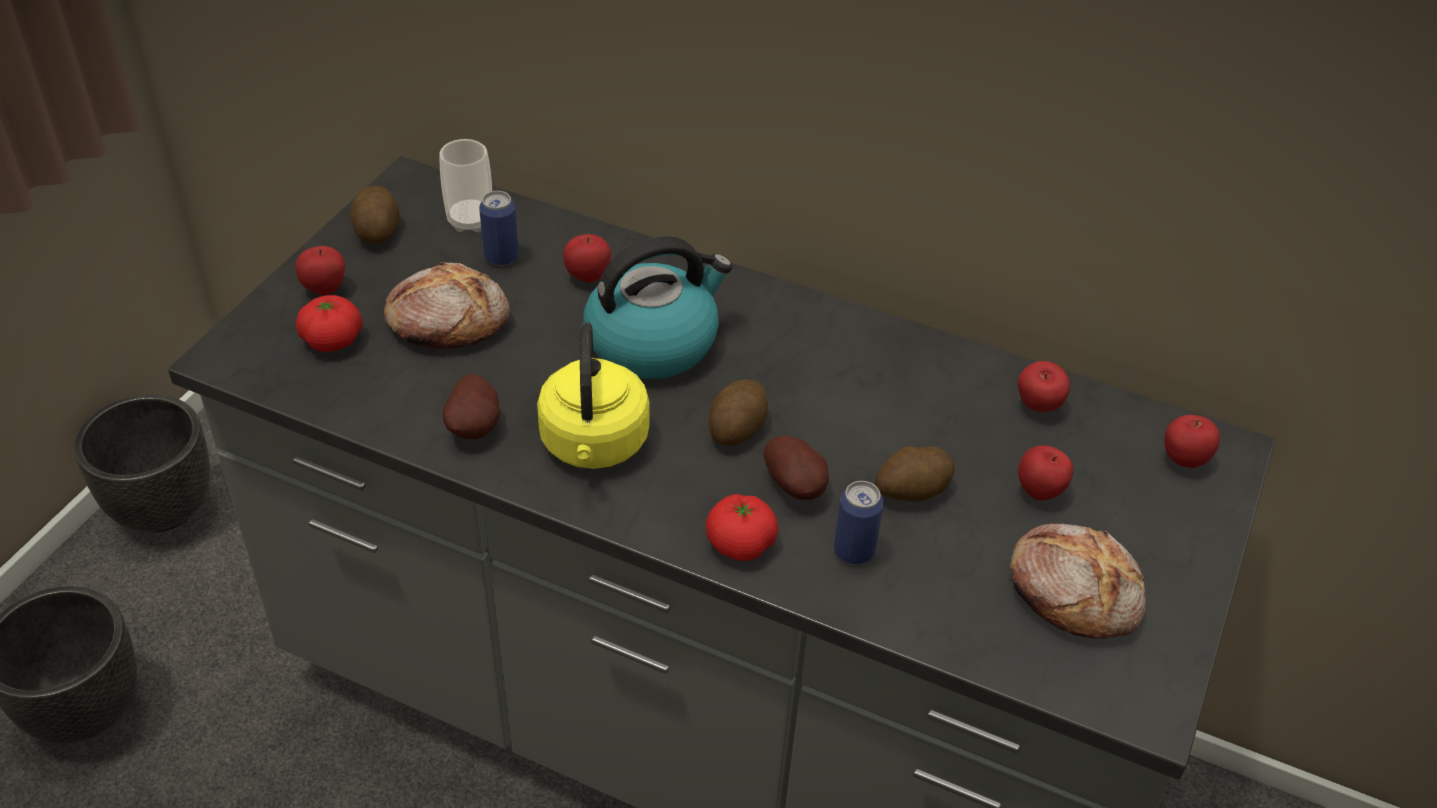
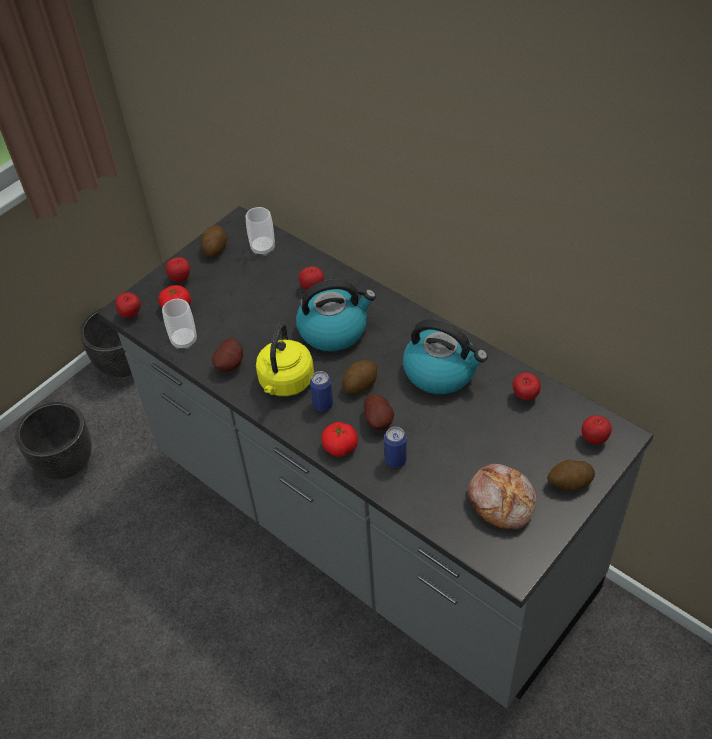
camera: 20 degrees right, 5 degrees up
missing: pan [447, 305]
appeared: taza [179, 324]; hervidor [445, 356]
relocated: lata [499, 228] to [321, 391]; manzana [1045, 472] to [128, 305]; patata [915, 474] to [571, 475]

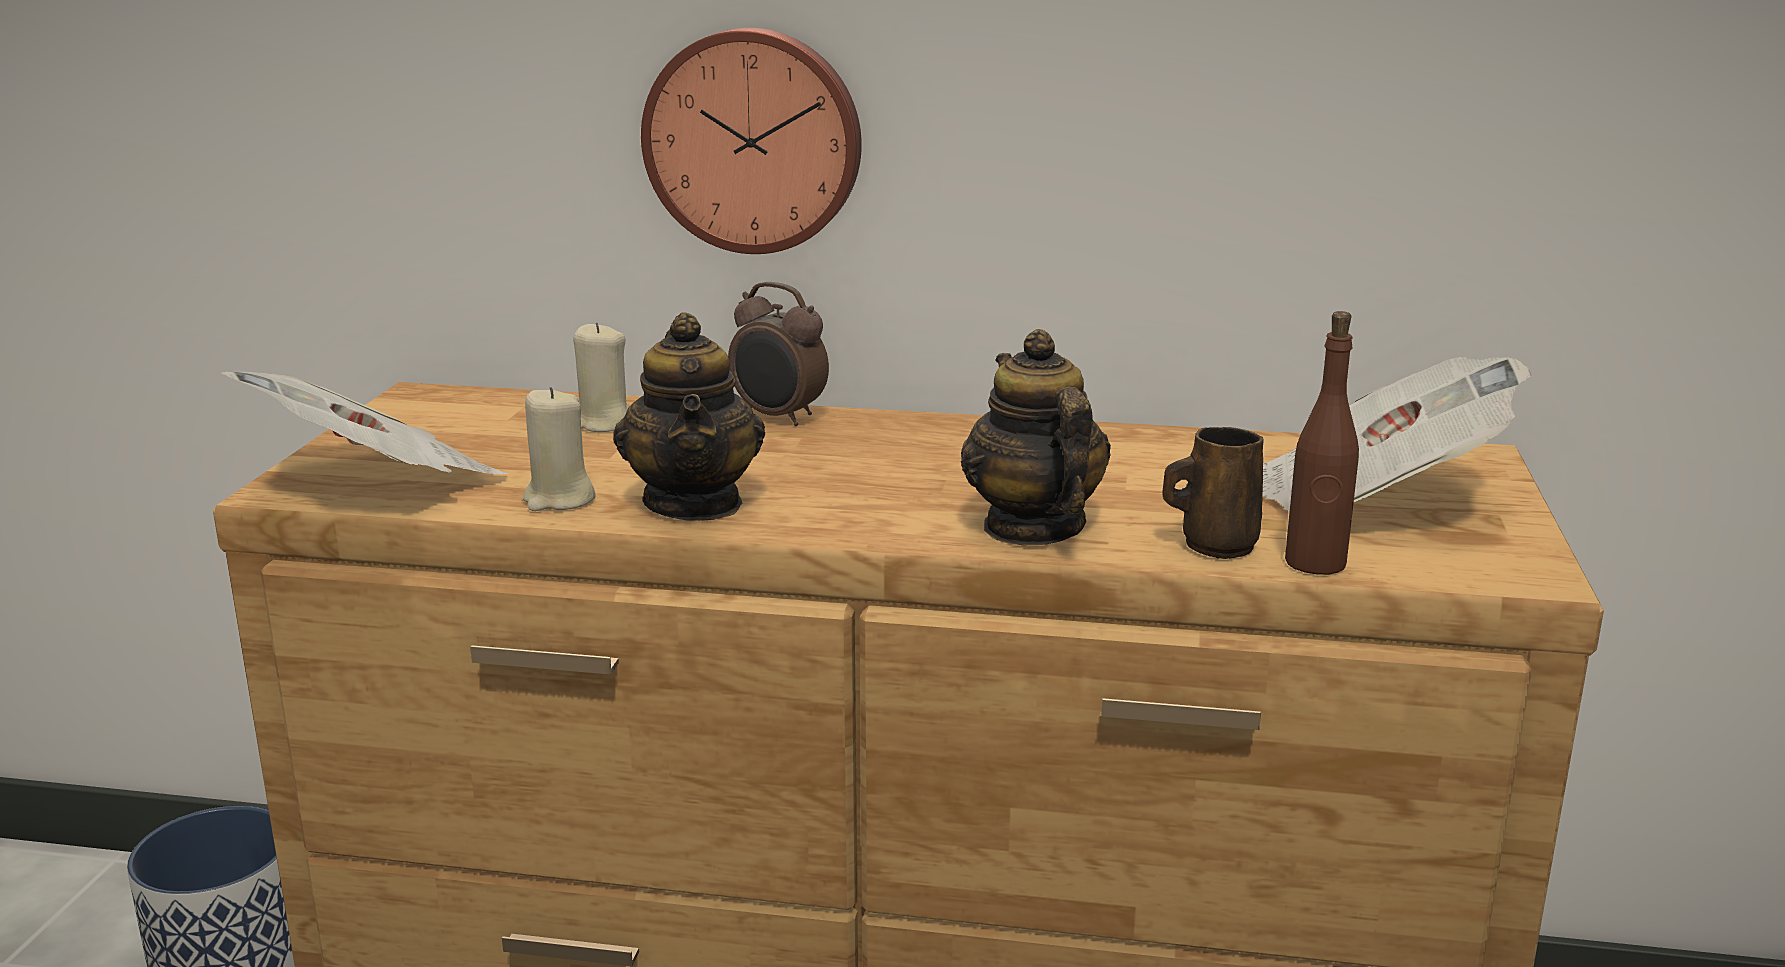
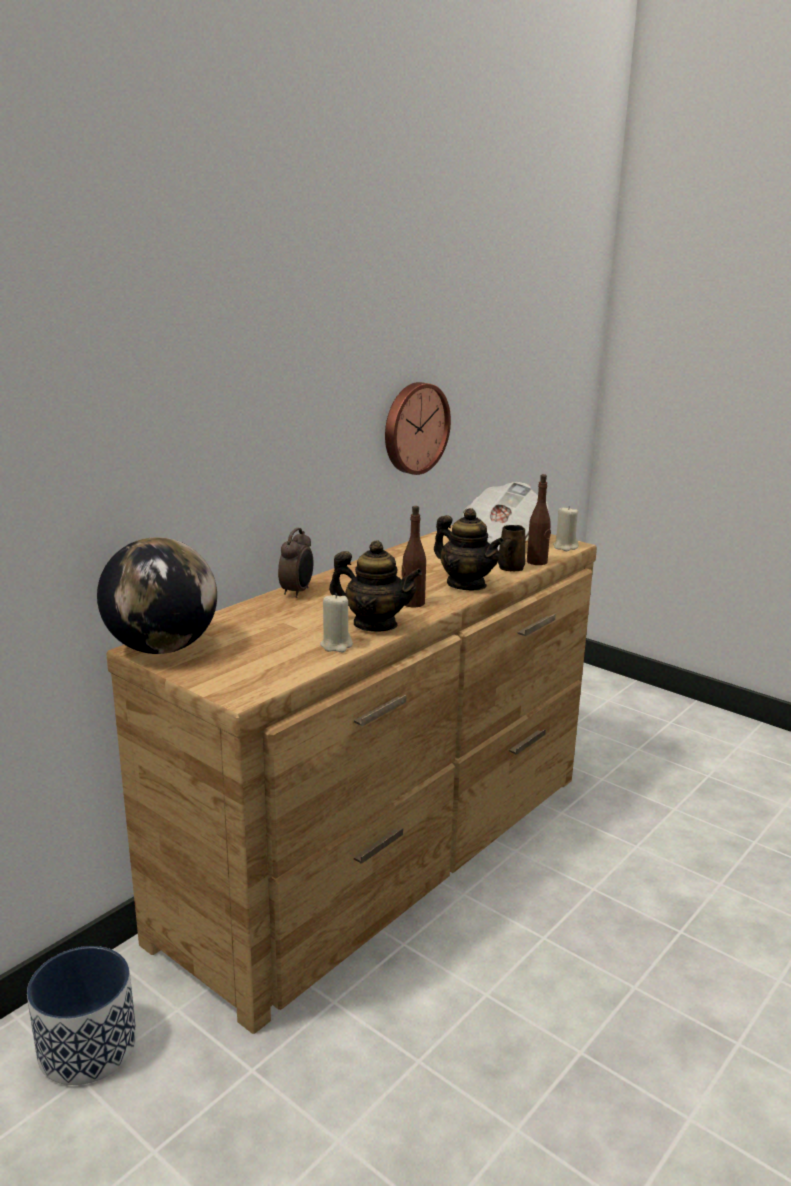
camera: 60 degrees left, 0 degrees up
missing: periódico [363, 423]
appeared: botella [marrón] [413, 556]; globo terráqueo [157, 595]
relocated: reloj de pared [751, 141] to [418, 428]; vela [beis] [601, 377] to [566, 528]
spun: despertador [778, 354] = [295, 563] 45 degrees counterclockwise; tetera [1036, 437] = [469, 549] 150 degrees counterclockwise

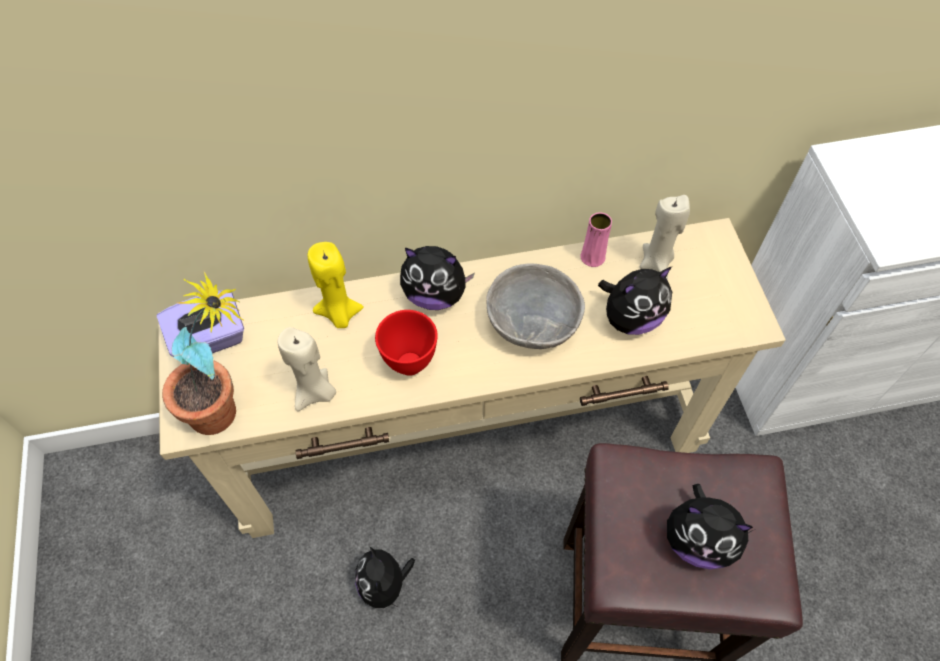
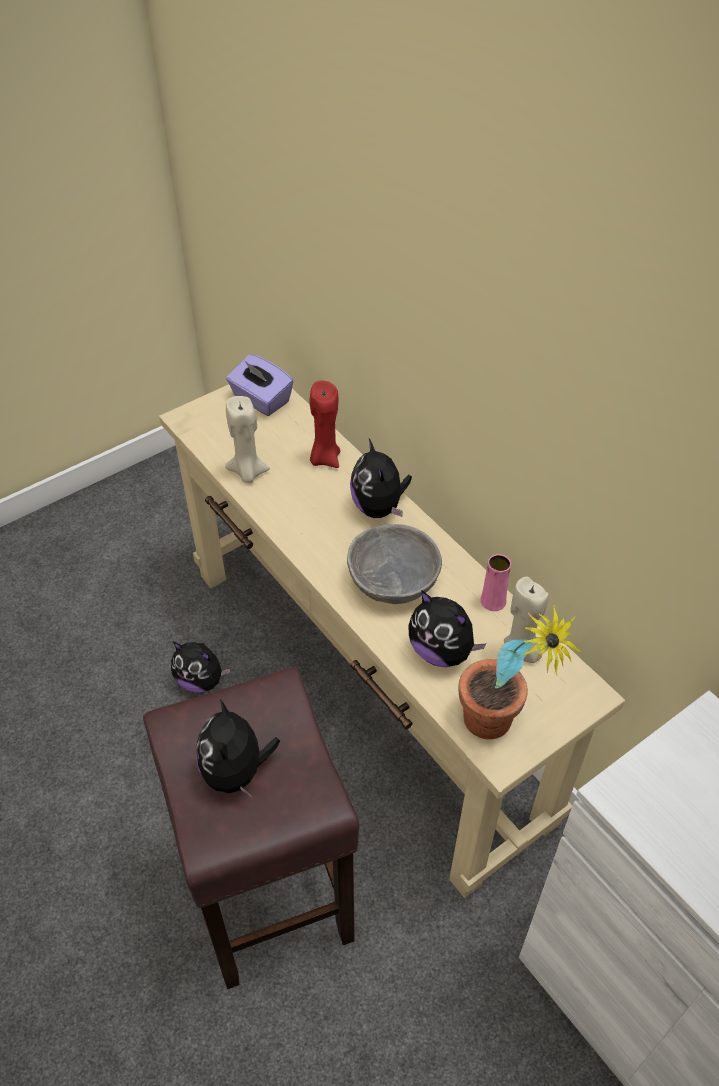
camera: 65 degrees right, 10 degrees down
missing: cuenco [rojo] [406, 343]
relocated: planta en maceta [203, 353] to [520, 672]
colour: vela [amarillo] [336, 285] to vela [rojo] [325, 424]
spun: peluche [385, 577] = [200, 667] 120 degrees counterclockwise

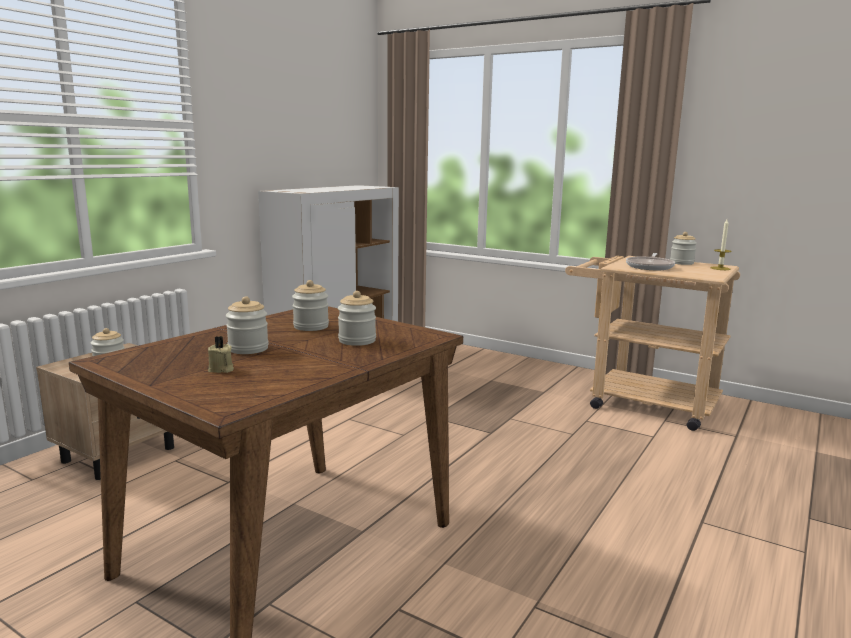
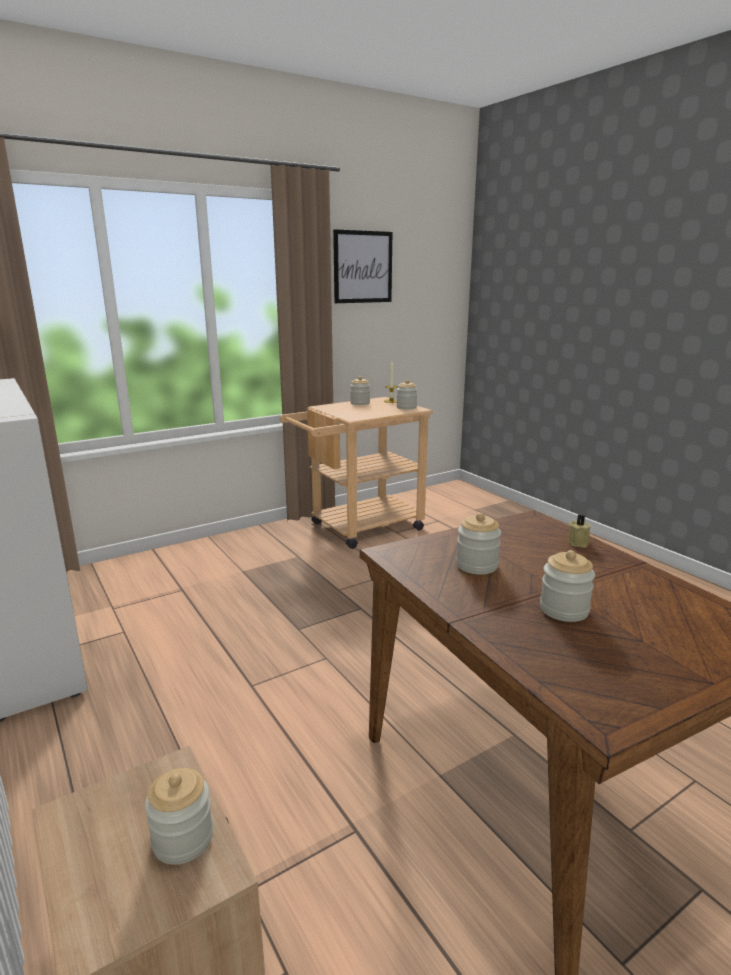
camera: 65 degrees left, 5 degrees up
missing: sartén [650, 261]
appeared: cuadro [362, 266]
relocated: tarro [357, 318] to [407, 395]; vela [beis] [221, 354] to [579, 531]

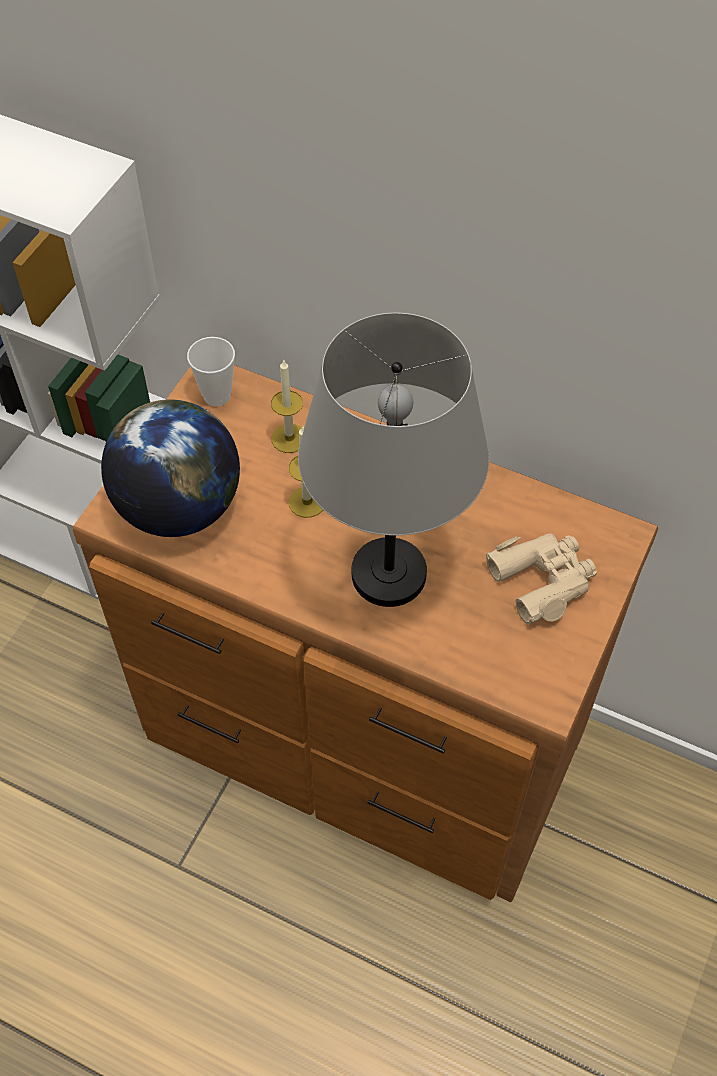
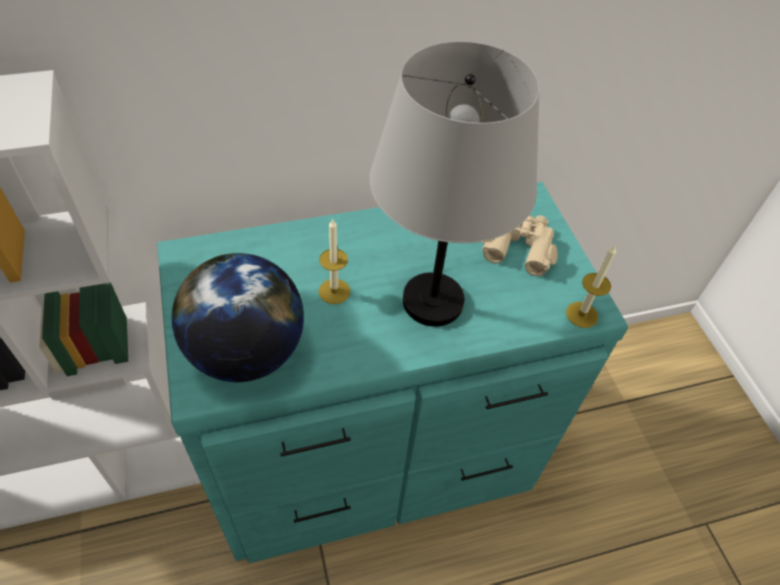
camera: 45 degrees left, 5 degrees down
missing: taza [211, 371]
relocated: vela [287, 406] to [591, 286]
colour: cómoda [marrón] [365, 633] to cómoda [turquesa] [392, 372]

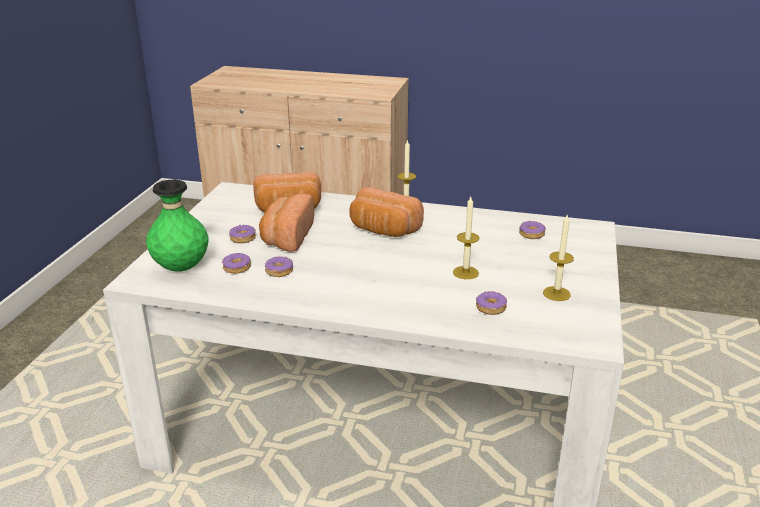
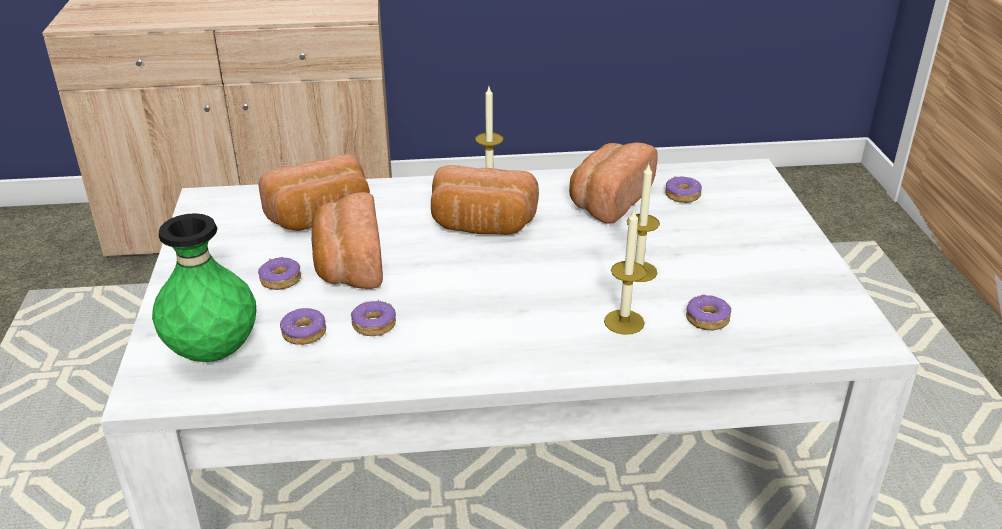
camera: 20 degrees left, 5 degrees up
appeared: pan [613, 182]
relocated: vela [558, 257] to [625, 272]

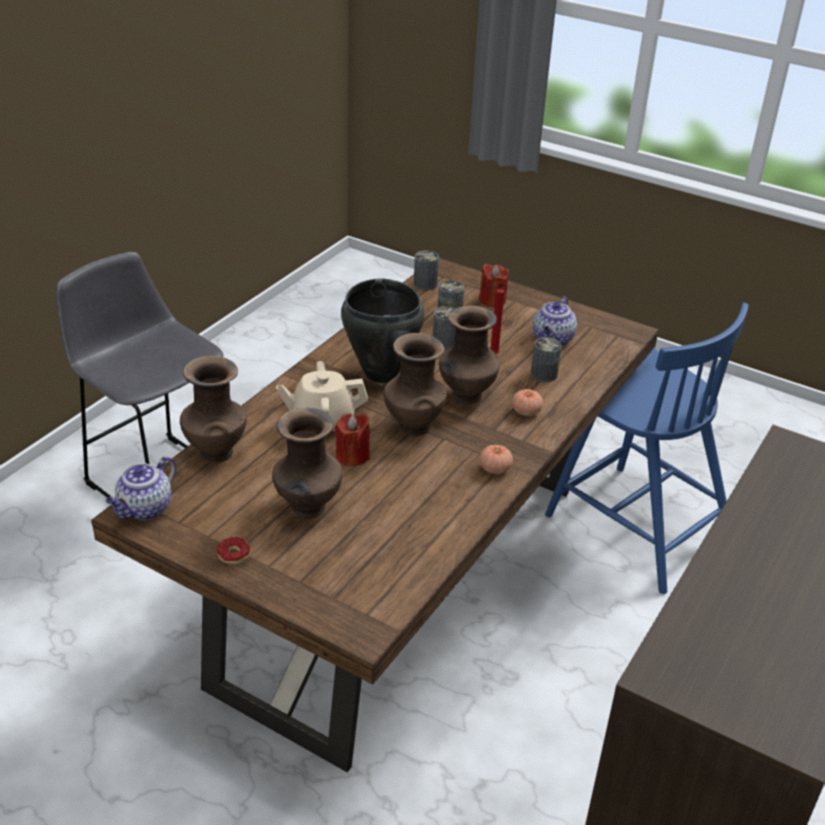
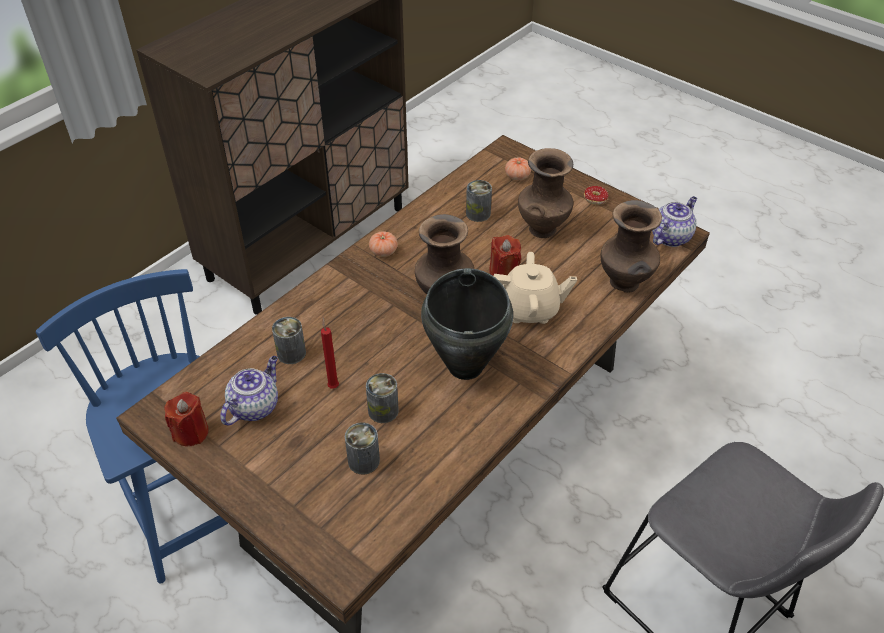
camera: 170 degrees left, 10 degrees up
missing: florero [marrón] [469, 355]
relocated: lata [426, 270] to [479, 201]; vela [rojo] [494, 285] to [186, 419]; tomate [527, 402] to [518, 168]

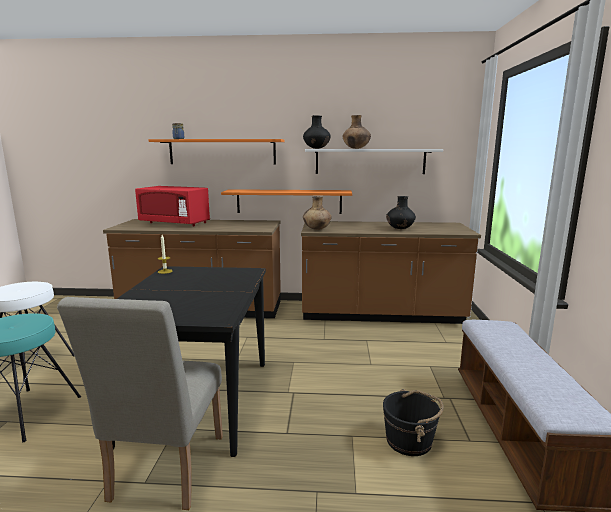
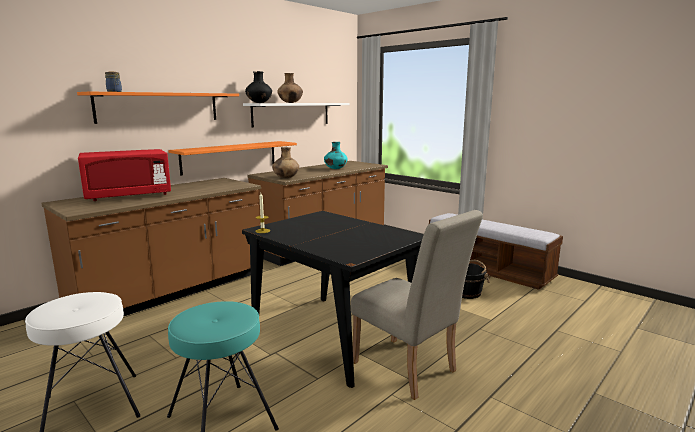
camera: 50 degrees left, 0 degrees up
colour: florero [negro] [401, 212] to florero [turquesa] [336, 155]

